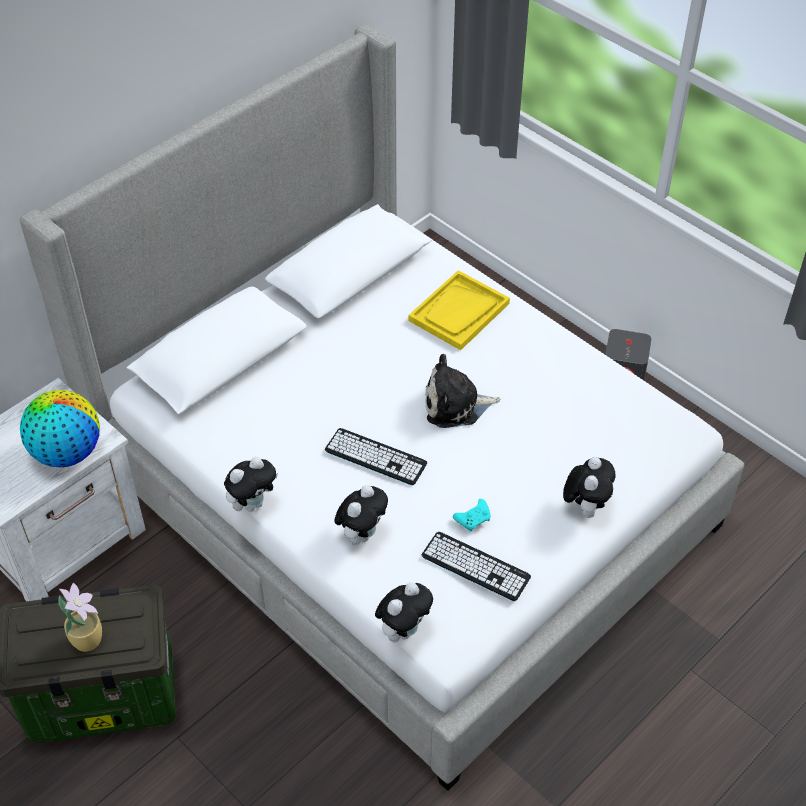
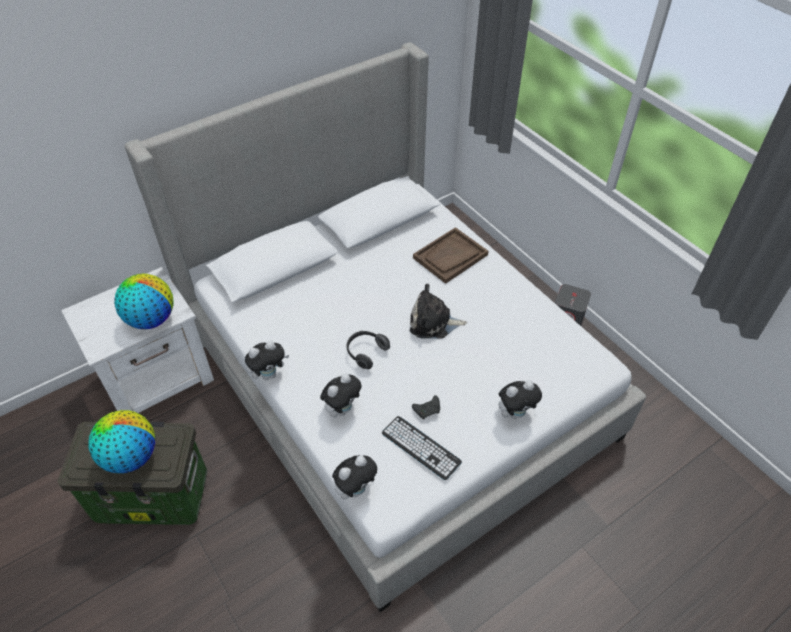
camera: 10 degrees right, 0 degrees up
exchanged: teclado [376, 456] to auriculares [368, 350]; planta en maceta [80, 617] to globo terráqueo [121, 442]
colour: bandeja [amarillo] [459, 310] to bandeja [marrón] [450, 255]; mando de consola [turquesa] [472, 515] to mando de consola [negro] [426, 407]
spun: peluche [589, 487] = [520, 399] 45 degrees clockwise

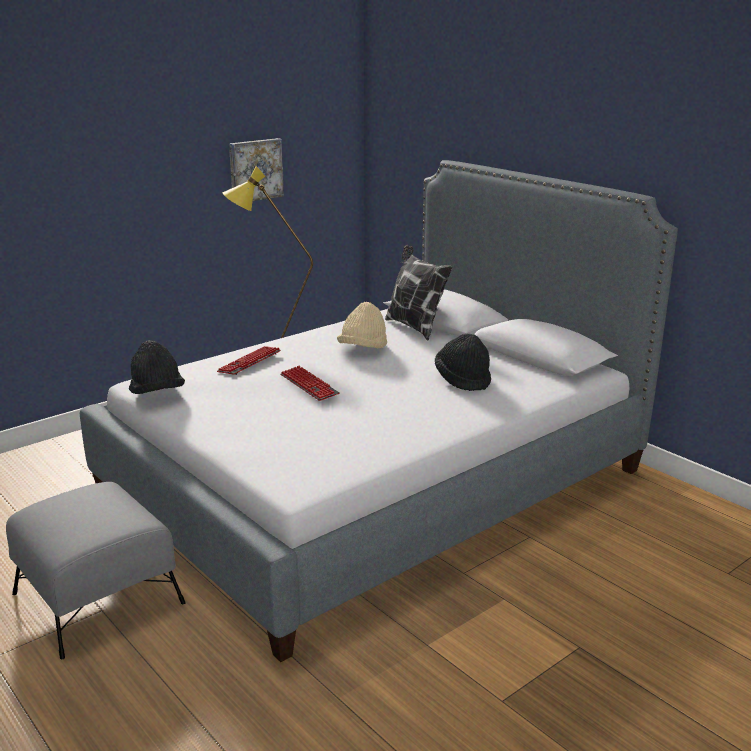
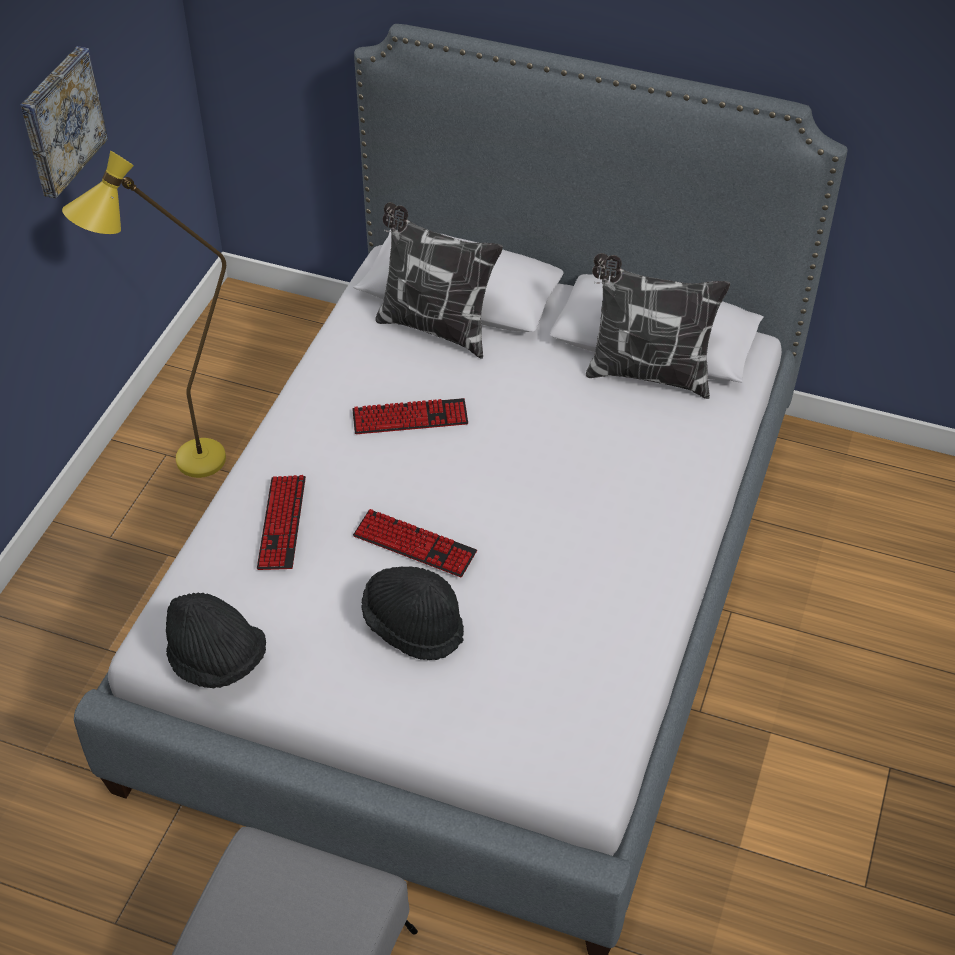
camera: 30 degrees left, 25 degrees up
appeared: cojín [658, 326]
relocated: sombrero [negro] [463, 362] to [412, 613]
exchanged: sombrero [beis] [362, 325] to teclado [410, 416]

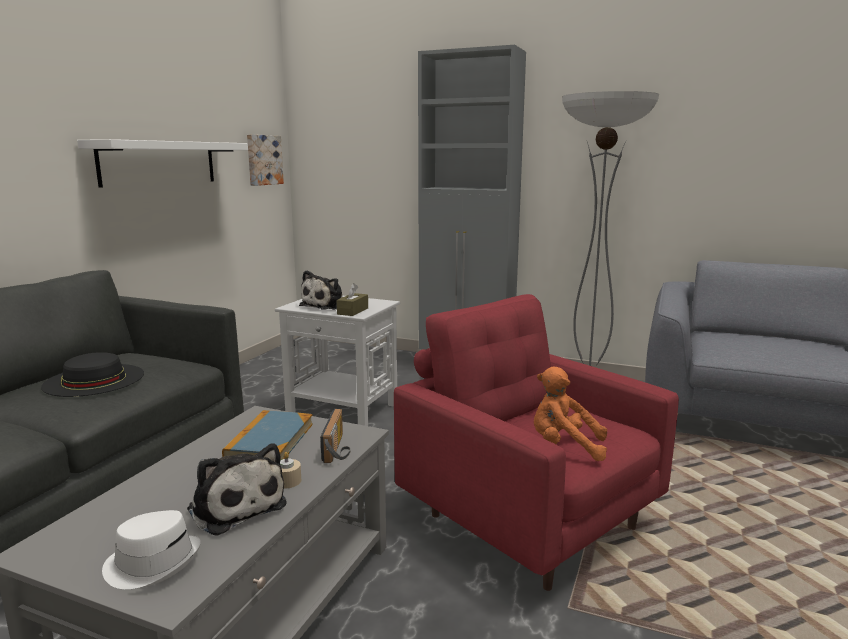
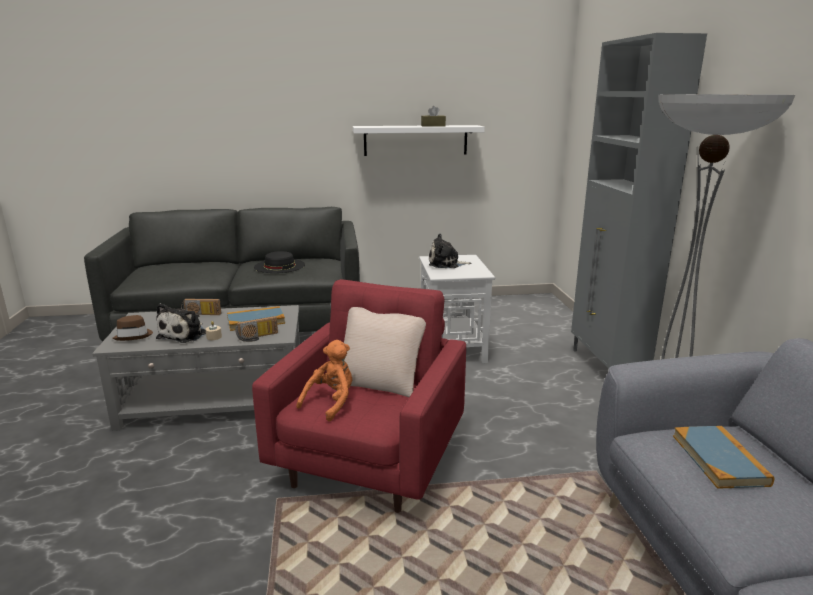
camera: 60 degrees right, 5 degrees up
missing: cuadro [265, 160]
appeared: radio [201, 308]; cojín [beis] [385, 352]; libro [724, 457]
relocated: caja de pañuelos [marrón] [352, 299] to [433, 116]
colour: sombrero [blanco] [151, 549] to sombrero [marrón] [132, 328]
spun: peluche [naranja] [570, 414] = [324, 381] 45 degrees clockwise

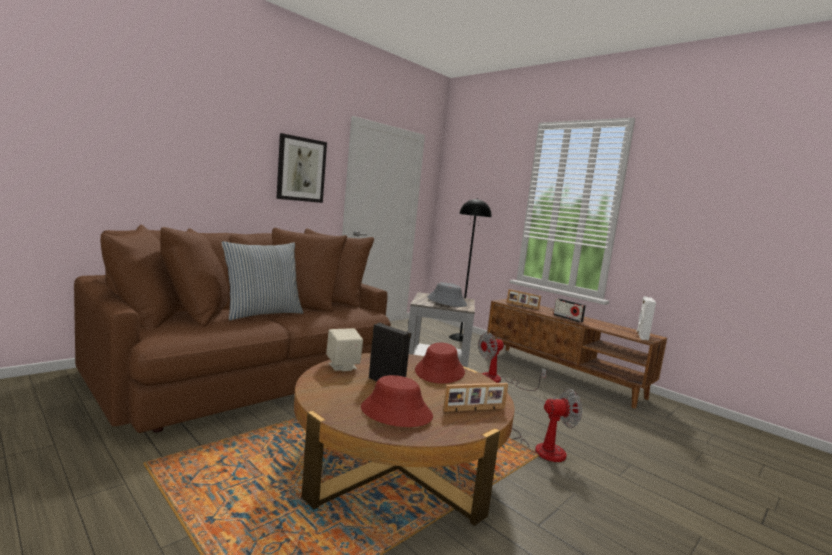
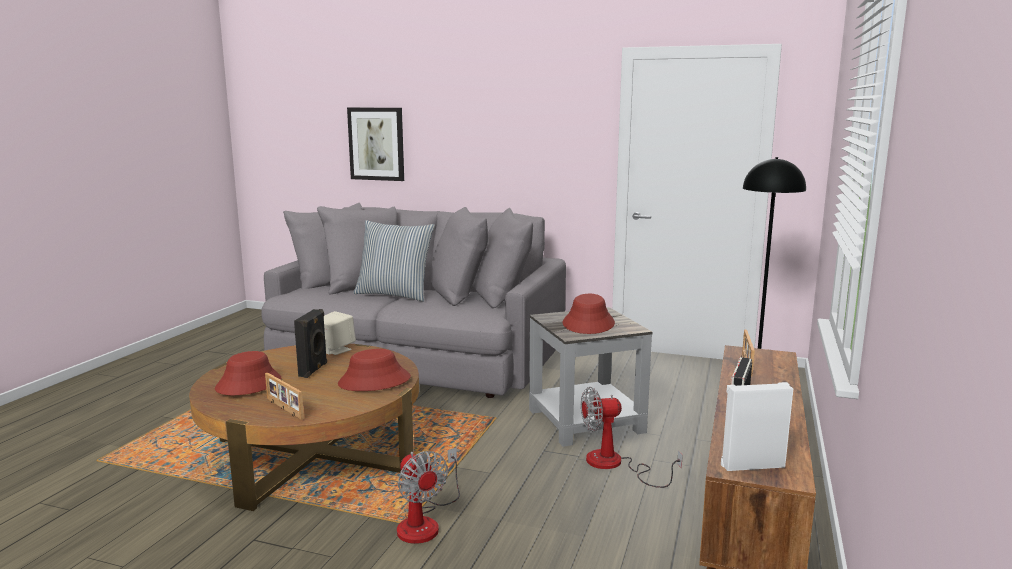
camera: 65 degrees right, 5 degrees up
relocated: cuadro [301, 168] to [375, 144]
colour: sofá [marrón] [232, 329] to sofá [gris] [413, 300]; sombrero [gris] [447, 294] to sombrero [rojo] [588, 314]
spun: ventilador [512, 361] = [632, 437] 45 degrees counterclockwise

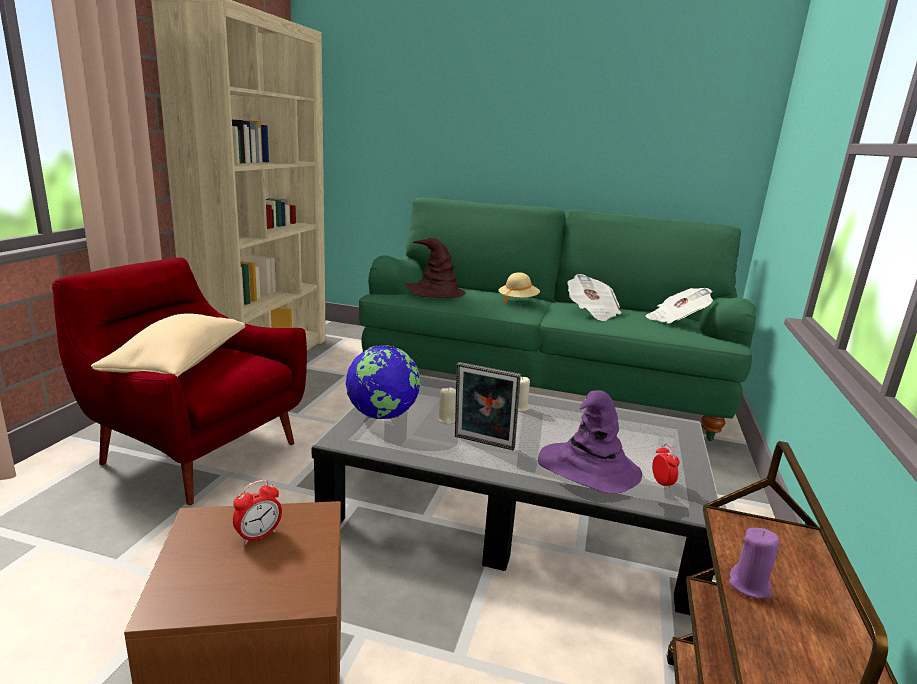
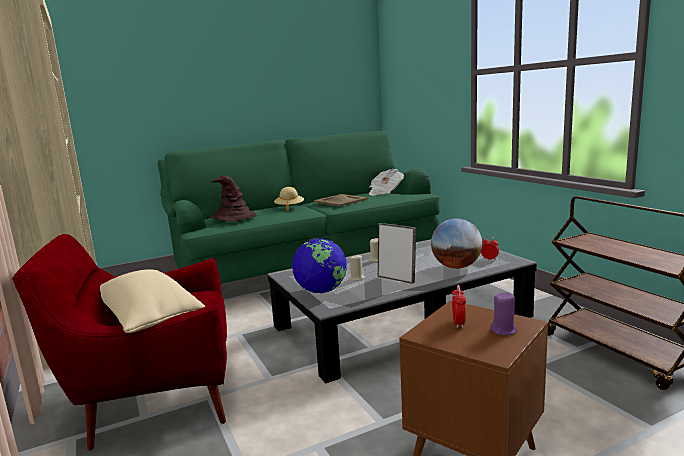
camera: 40 degrees left, 5 degrees down
relocated: vela [morado] [754, 563] to [503, 313]
exchanged: periódico [594, 297] to bandeja [beis] [341, 200]; sombrero [morado] [590, 442] to globo terráqueo [456, 243]
spun: portarretratos [488, 406] = [397, 253] 120 degrees counterclockwise

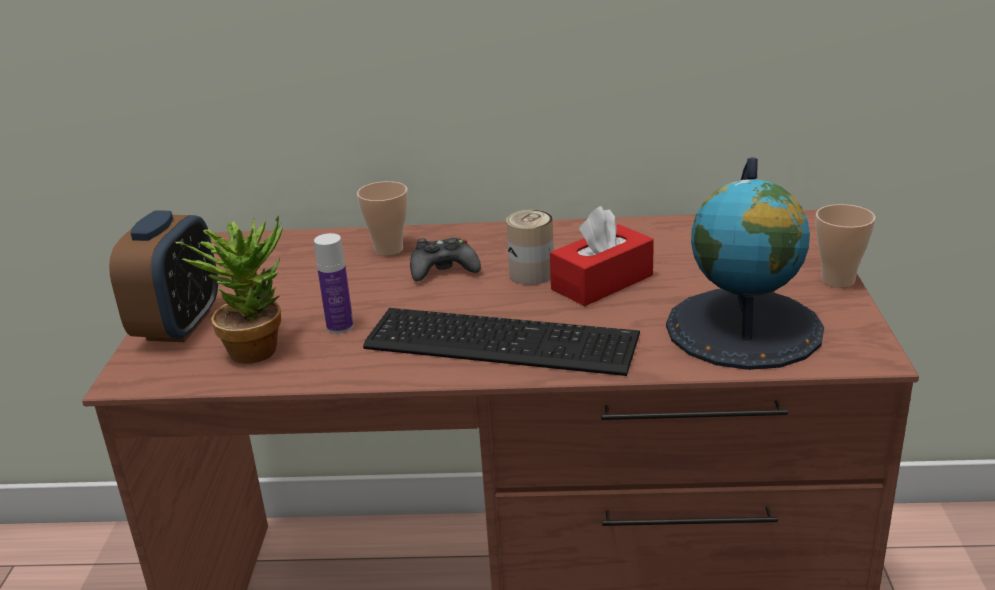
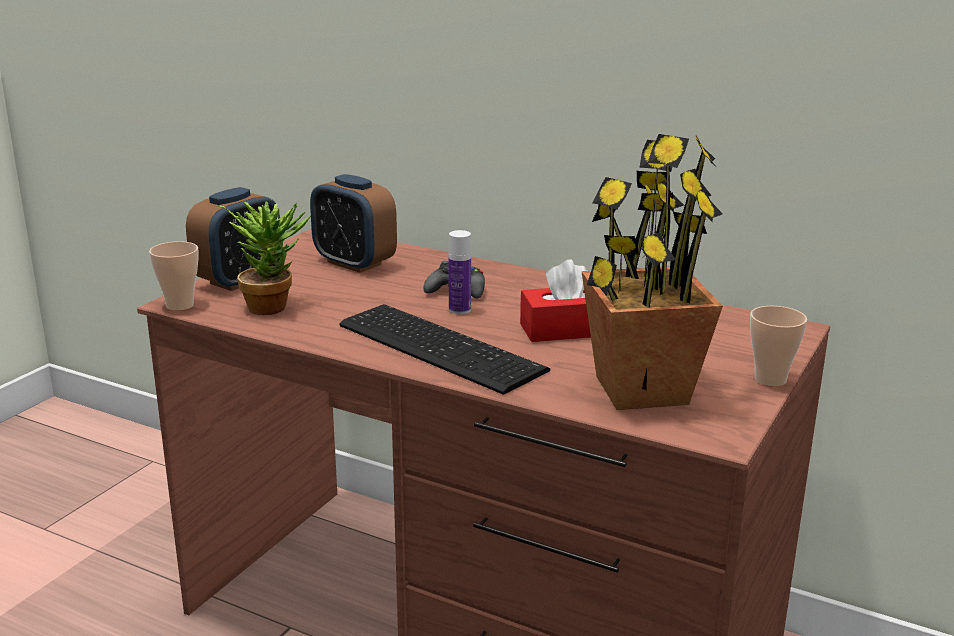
camera: 25 degrees right, 5 degrees down
missing: lata [530, 247]
appeared: despertador [353, 223]
relocated: taza [382, 218] to [174, 276]; botella [334, 283] to [459, 272]
exchanged: globo terráqueo [745, 263] to planta en maceta [652, 272]

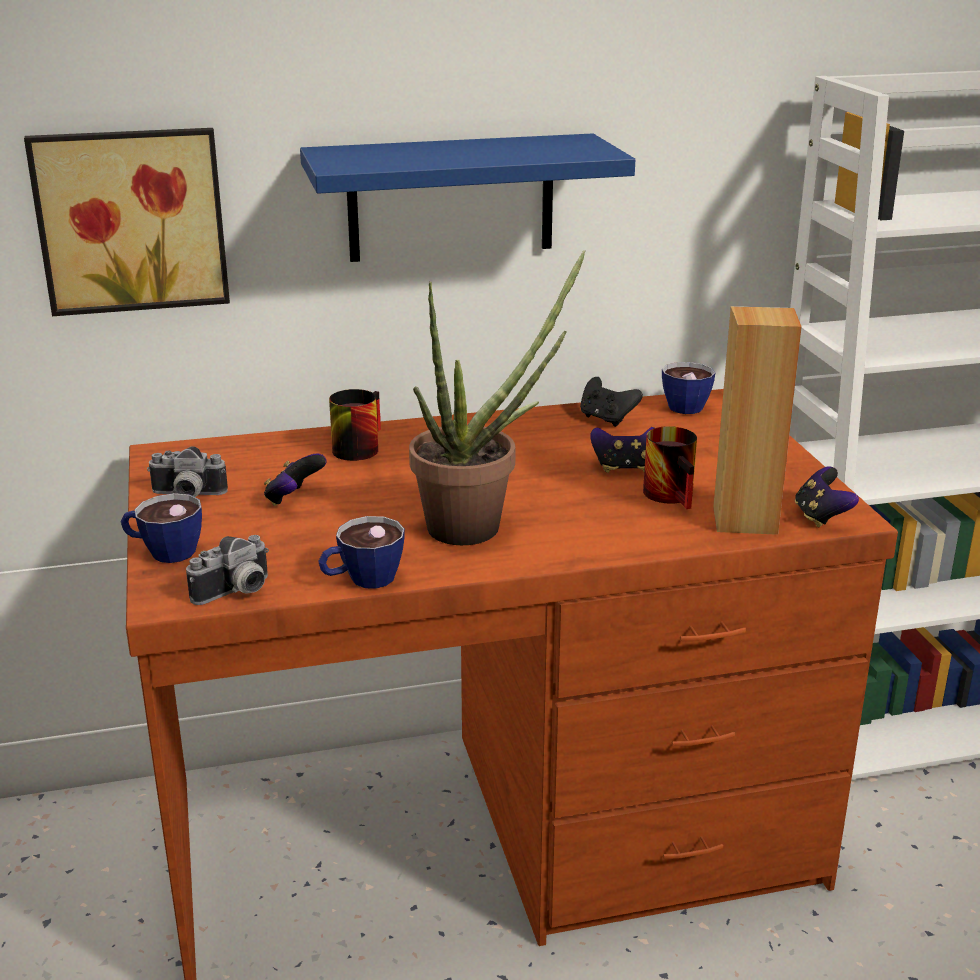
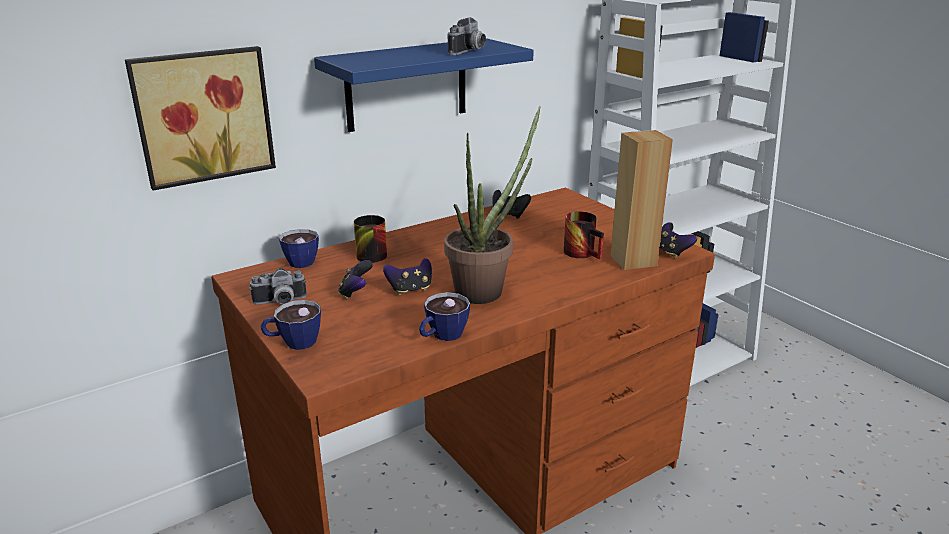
camera: 20 degrees left, 0 degrees up
relocated: taza [688, 388] to [299, 248]; mando de consola [622, 450] to [407, 276]; cámara [227, 570] to [467, 36]

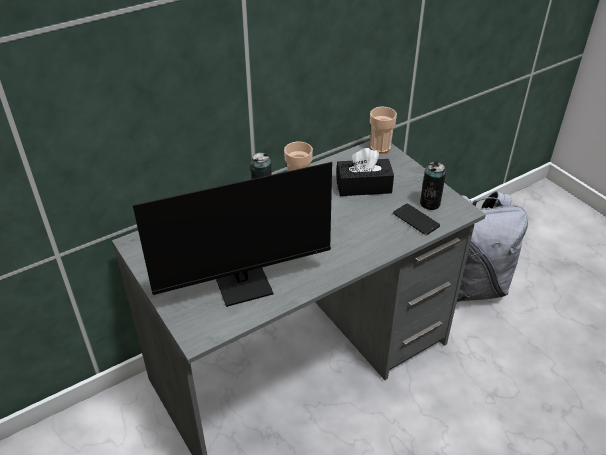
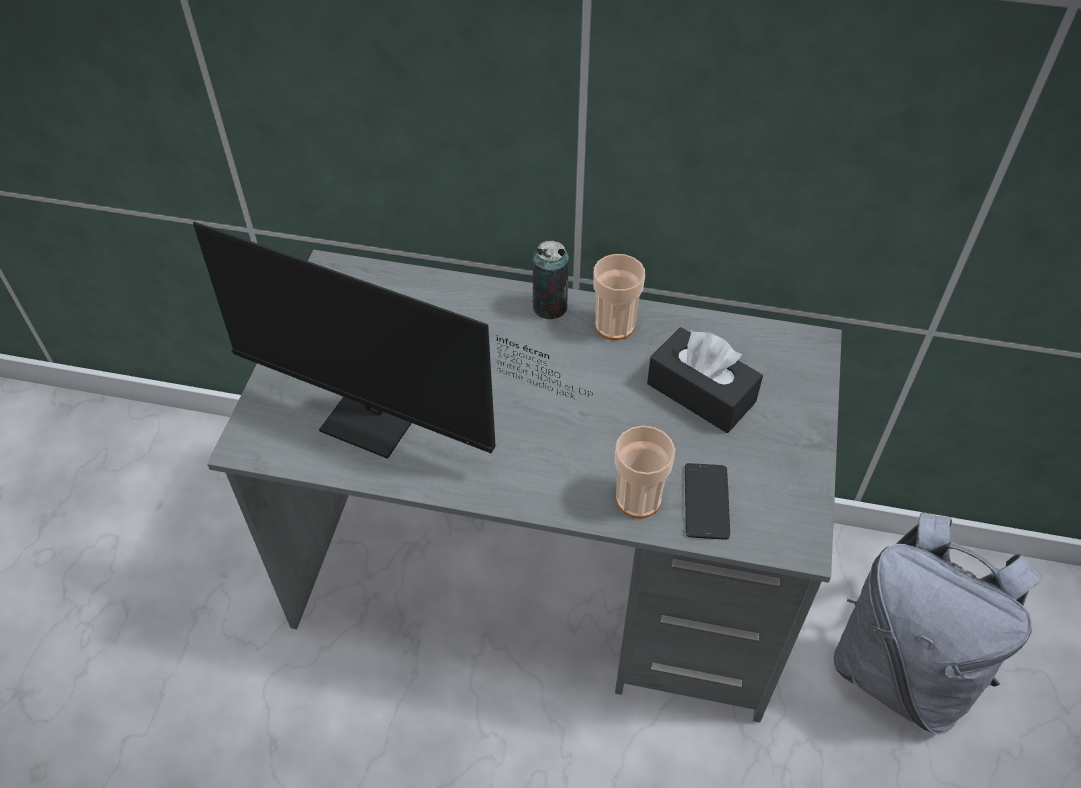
camera: 45 degrees right, 10 degrees up
missing: lata [433, 186]
relocated: taza [383, 130] to [645, 472]

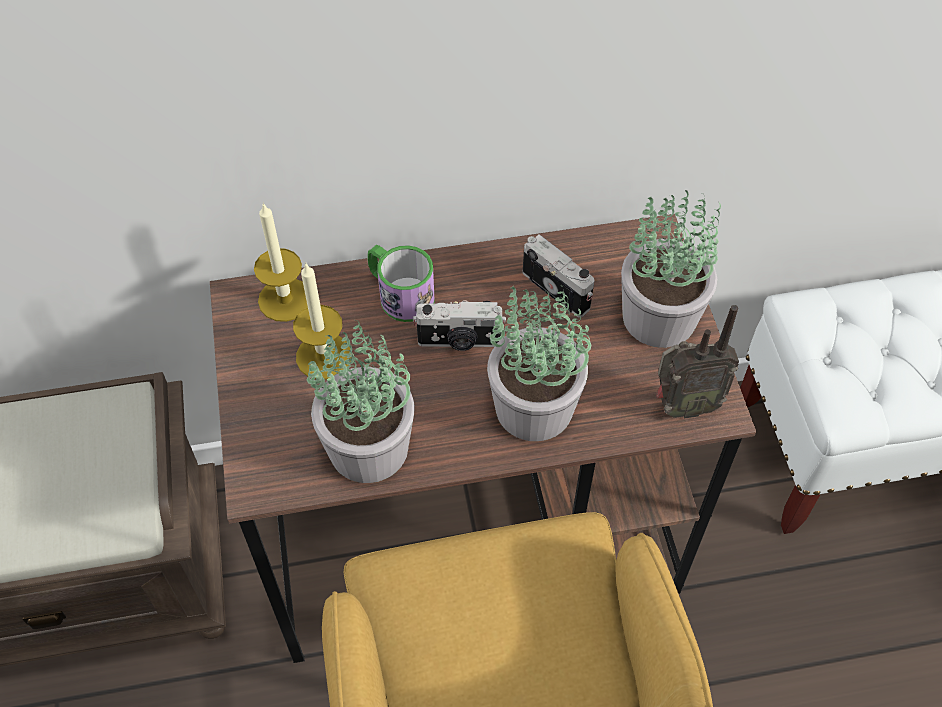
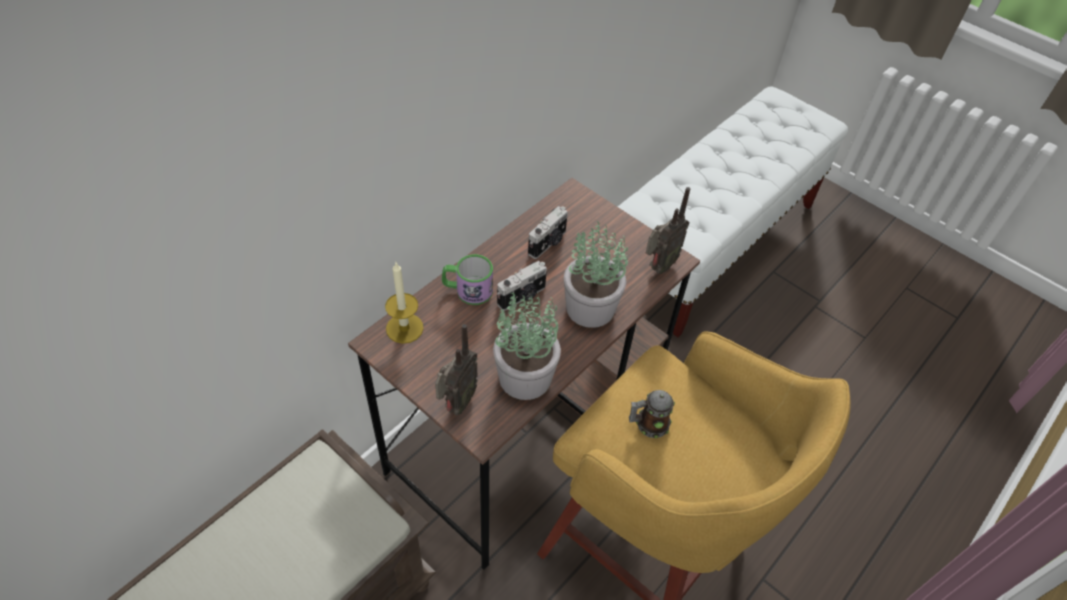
camera: 40 degrees left, 5 degrees down
missing: planta en maceta [671, 269]; vela [322, 322]
appeared: radio [456, 369]; taza grande [652, 414]
spun: cámara [559, 275] = [548, 232] 120 degrees clockwise

